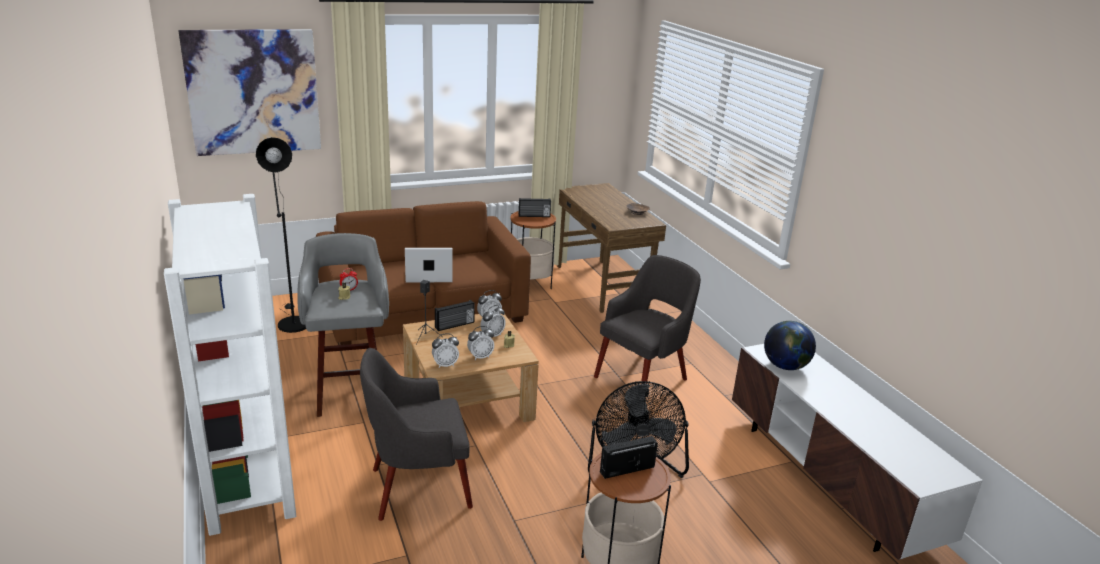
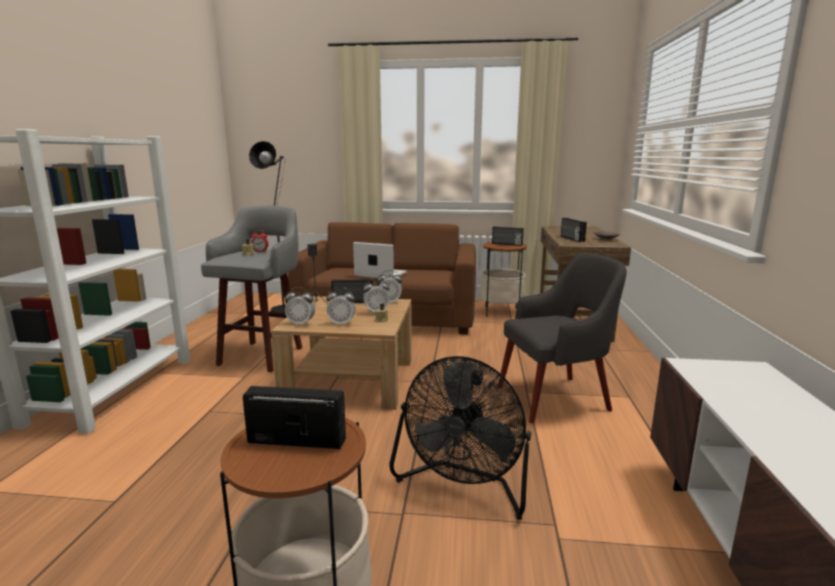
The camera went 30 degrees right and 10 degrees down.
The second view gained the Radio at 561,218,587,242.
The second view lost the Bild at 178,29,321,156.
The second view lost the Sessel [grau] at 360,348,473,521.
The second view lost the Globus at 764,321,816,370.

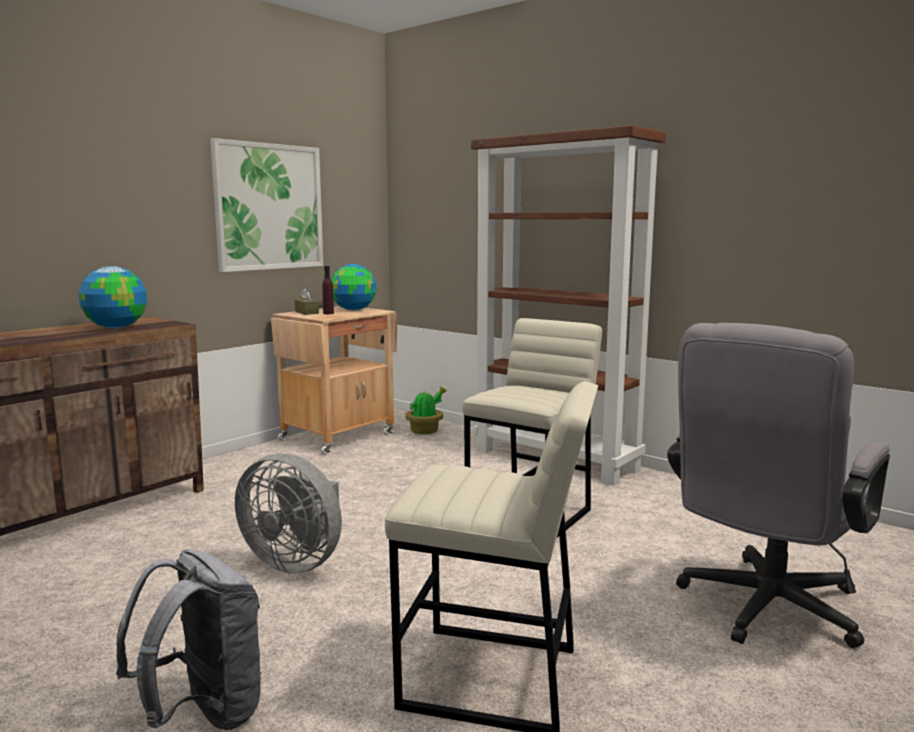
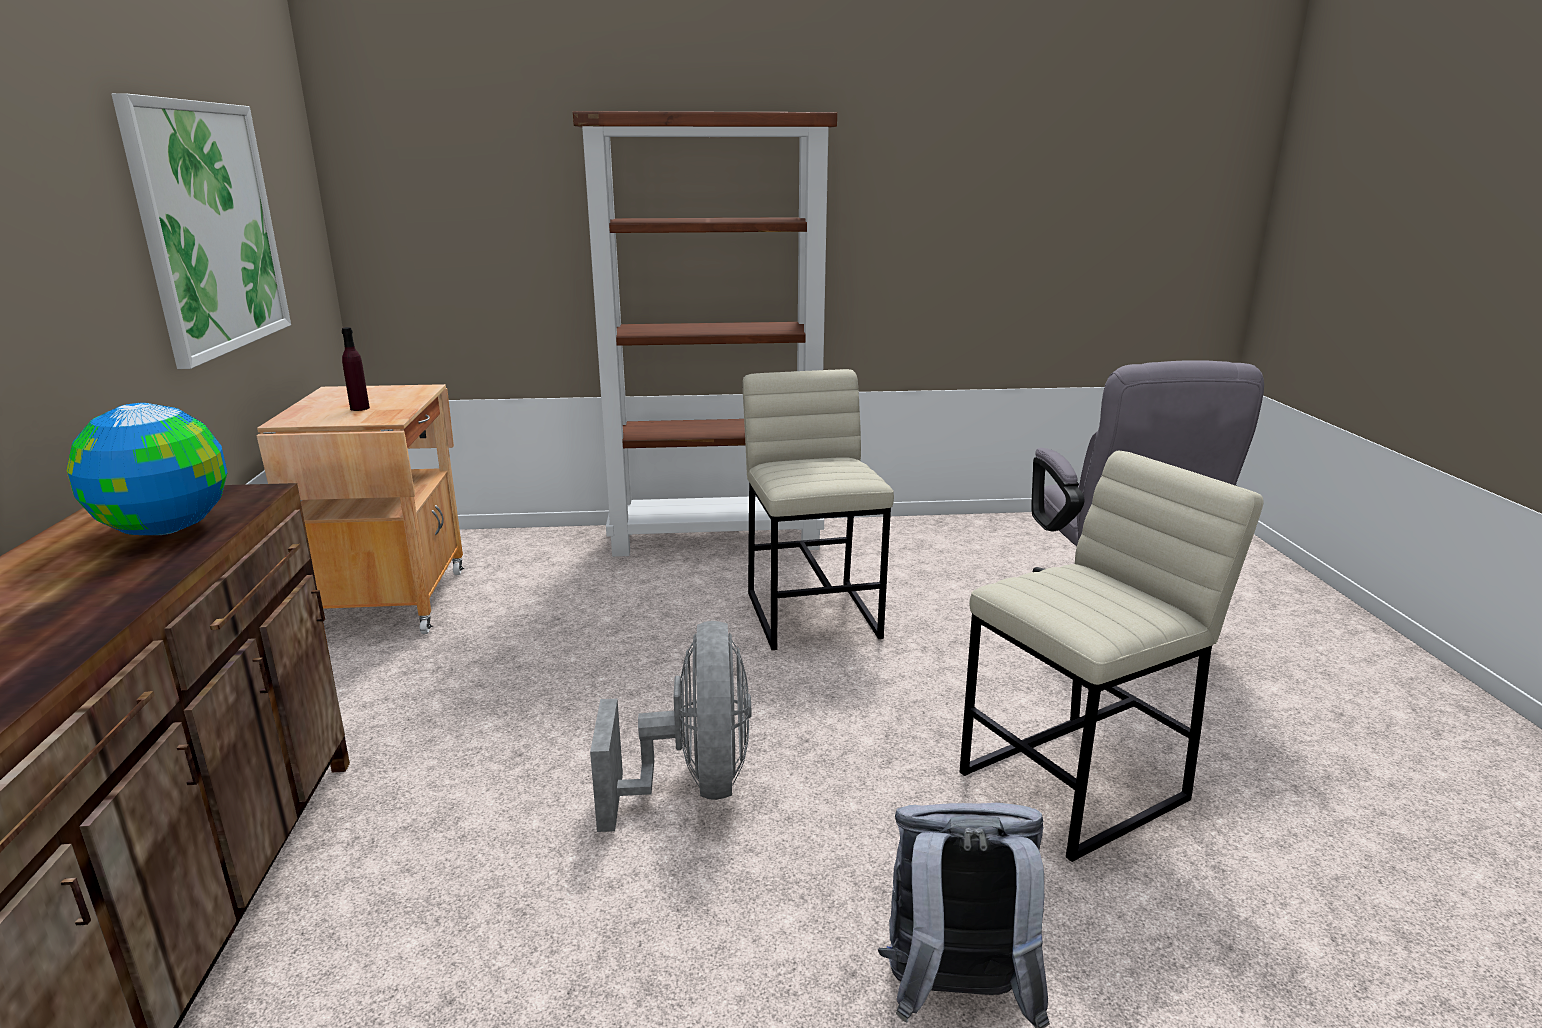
The camera went 45 degrees left and 10 degrees up.
The Ventilator [grau] at 235,453,342,574 ended up facing another way, 75 degrees counterclockwise from before.
The second view lost the Taschentuchbox [braun] at 295,288,319,315.
The second view lost the Globus at 331,264,377,311.
The second view lost the Topfpflanze at 405,387,446,434.

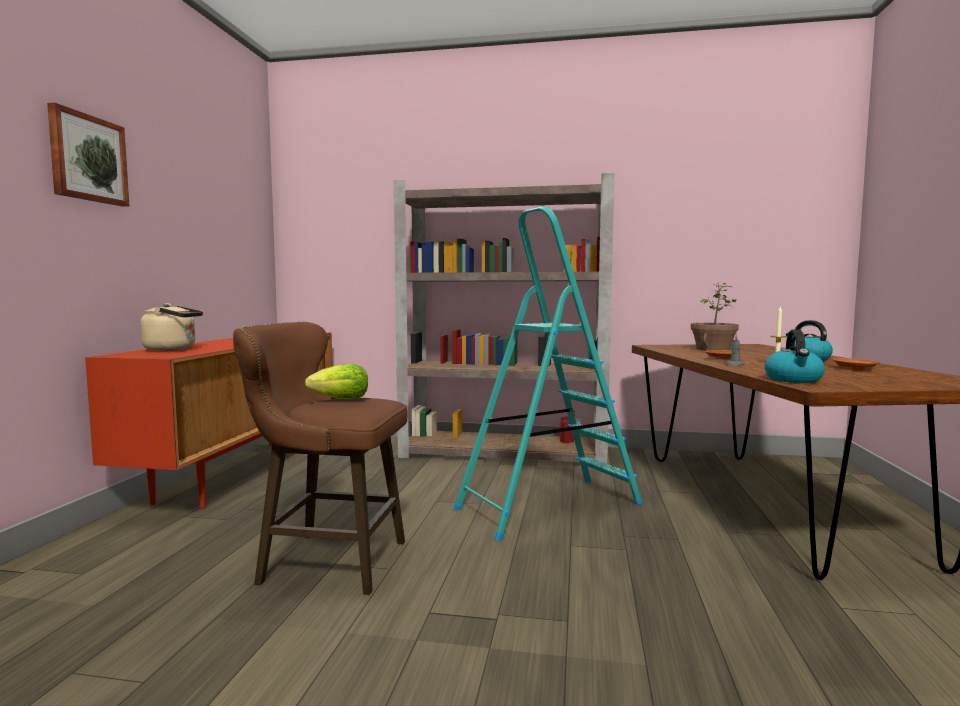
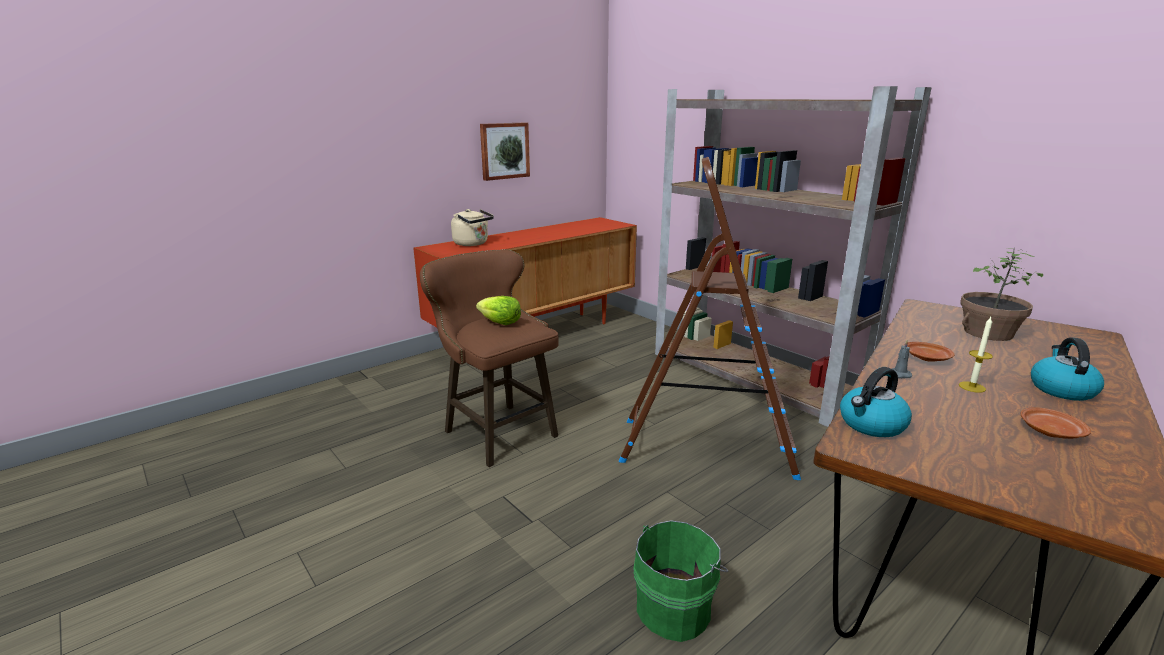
The camera went 40 degrees right and 15 degrees up.
The Bild ended up elsewhere, having gone from 47,103,129,207 to 480,122,530,181.
What was the Trittleiter [türkis] at 453,207,642,540 turned into the Trittleiter [braun] at 619,157,801,480.
The second view gained the Eimer [grün] at 633,520,728,642.

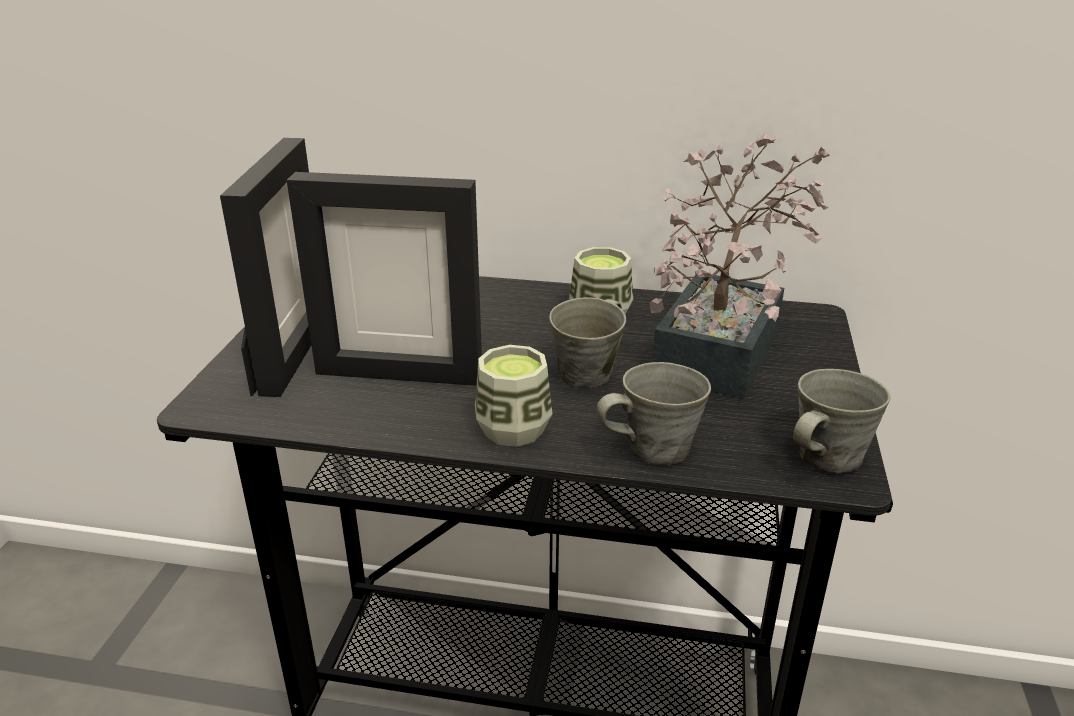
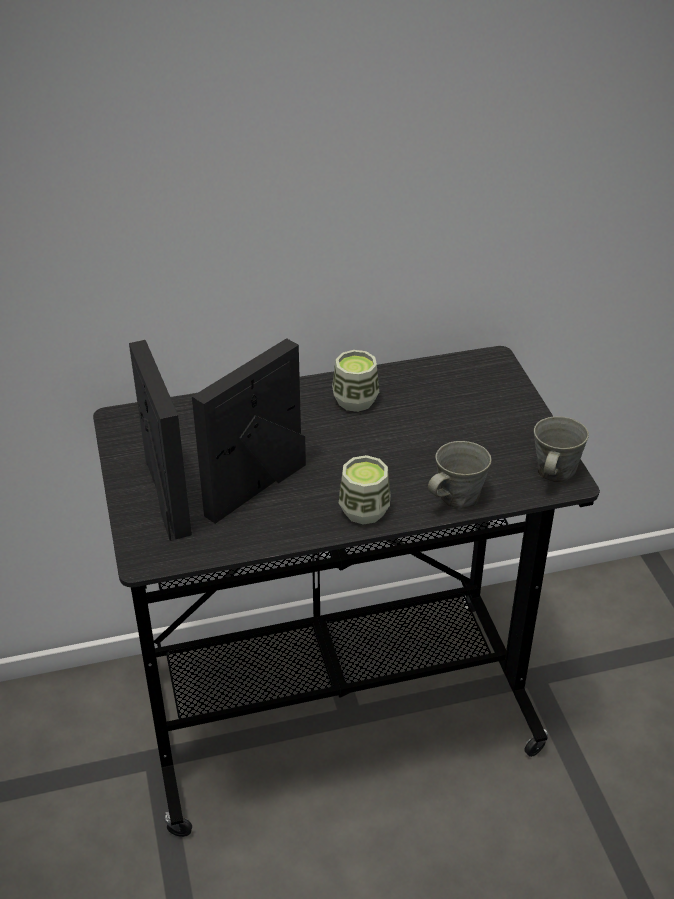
The camera went 25 degrees left and 10 degrees up.
The Bilderrahmen at 287,172,482,386 ended up facing another way, 150 degrees clockwise from before.
The second view lost the Henkelbecher [grau] at 549,297,626,389.
The second view lost the Topfpflanze at 649,134,830,399.

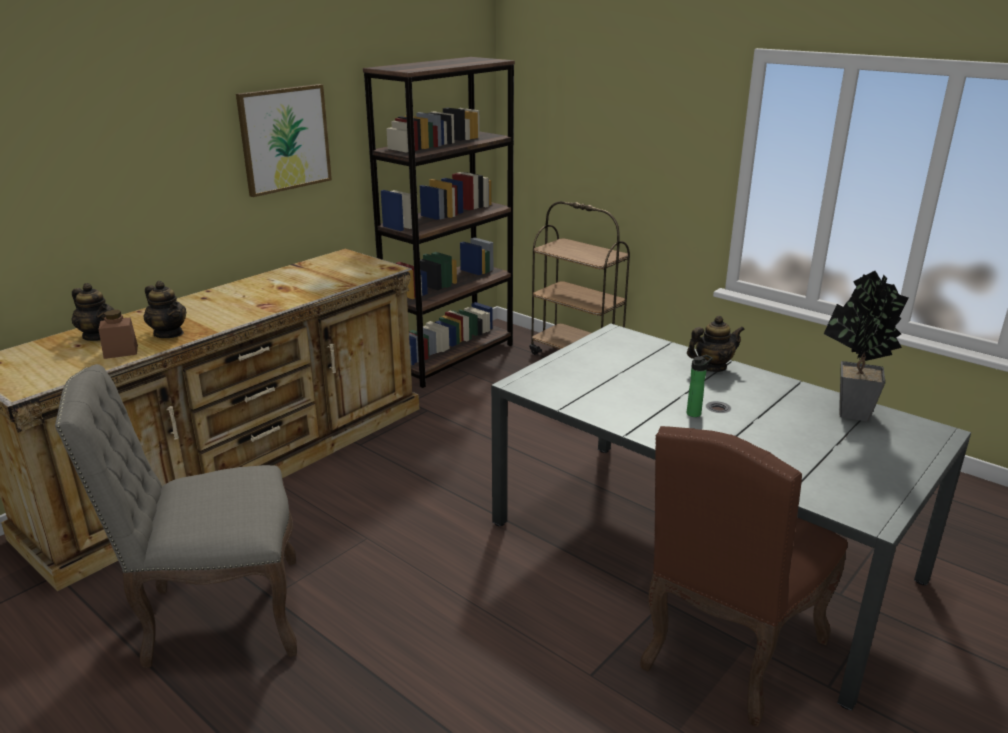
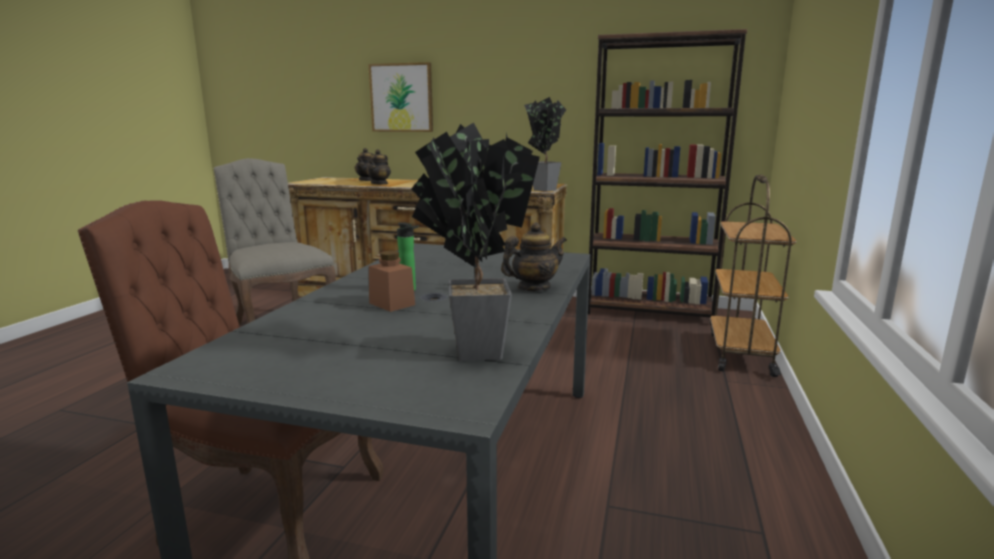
The camera went 65 degrees right and 10 degrees down.
The Bild ended up elsewhere, having gone from 236,84,332,197 to 368,62,433,132.
The Vorratsglas [braun] ended up elsewhere, having gone from 99,310,138,359 to 369,251,415,312.
The Teekanne at 687,316,745,372 ended up facing another way, 75 degrees counterclockwise from before.
The second view gained the Topfpflanze at 524,97,566,192.

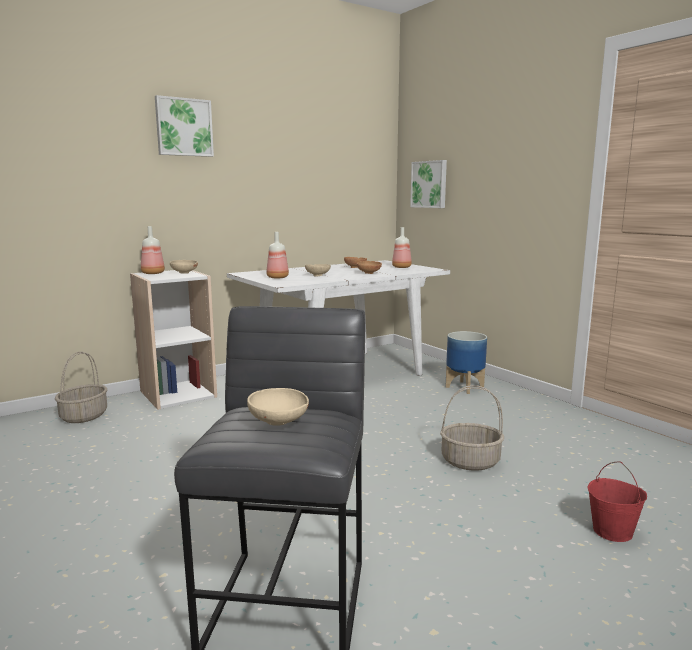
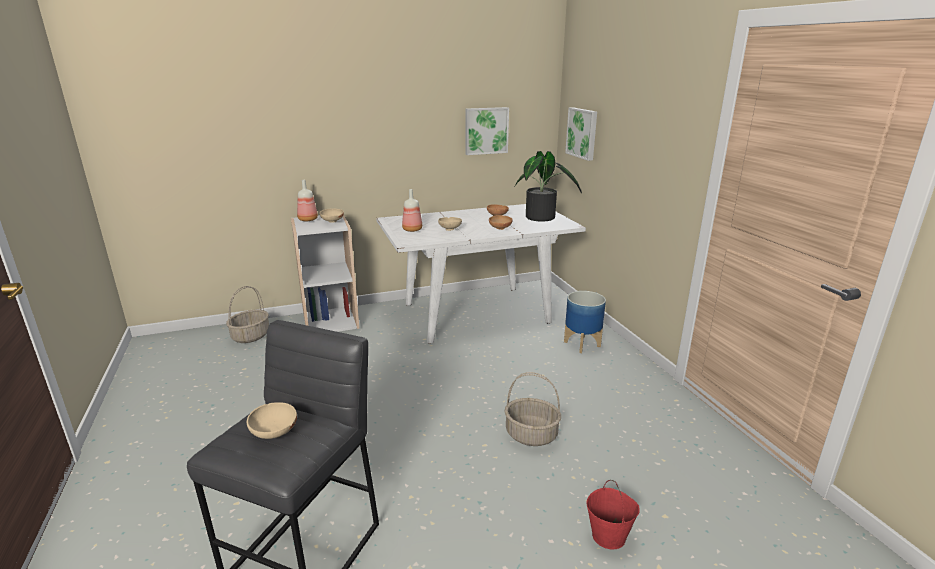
The camera went 15 degrees right and 10 degrees up.
The Bild ended up elsewhere, having gone from 155,95,214,157 to 465,107,509,155.
Where the Flasche stood at 392,227,412,268, the Topfpflanze came to stand at 514,151,582,222.

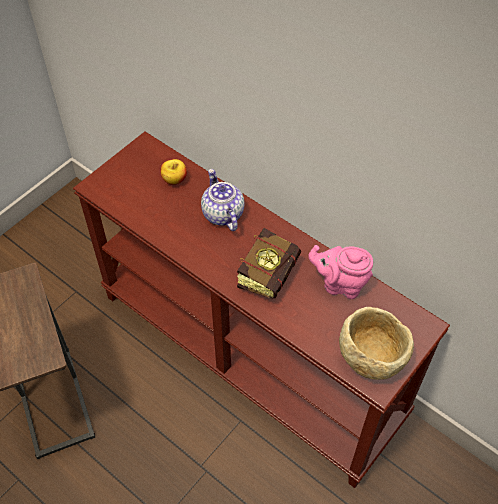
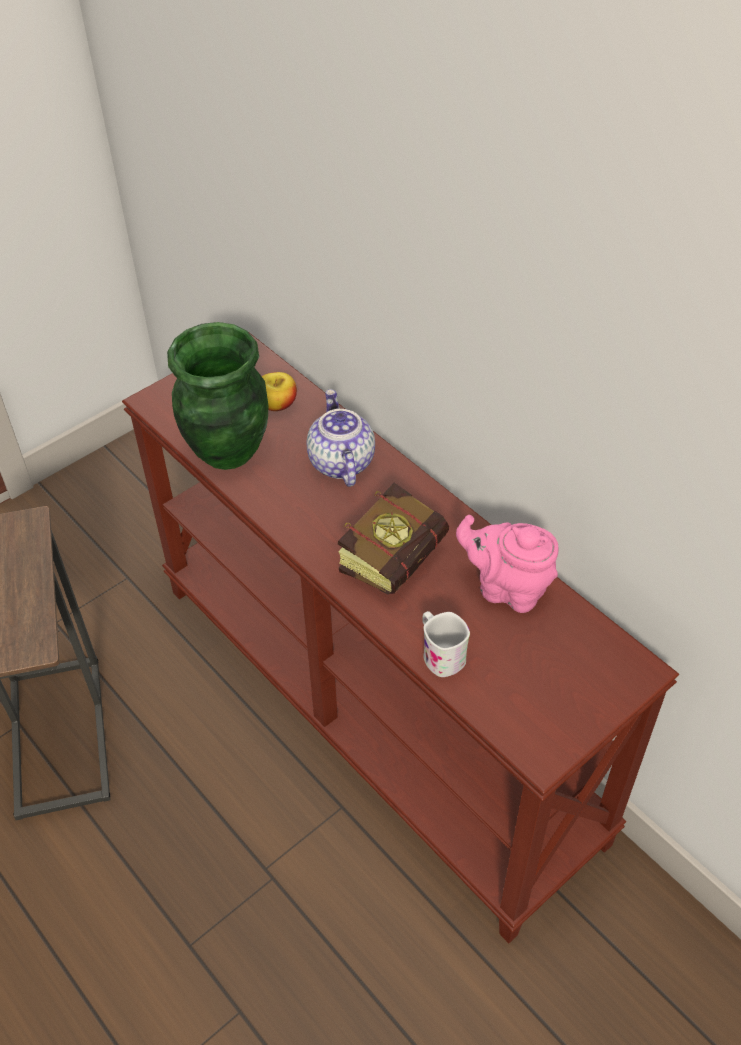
The camera went 10 degrees right and 5 degrees down.
The second view gained the Vase [grün] at 167,322,268,470.
The second view gained the Henkelbecher [weiß] at 423,611,470,677.
The second view lost the Schüssel [beige] at 339,307,414,380.

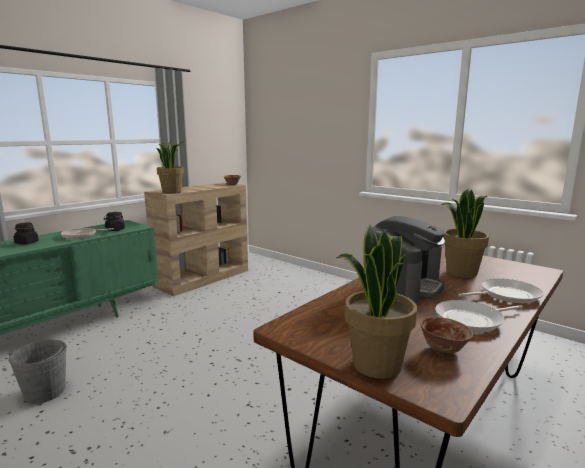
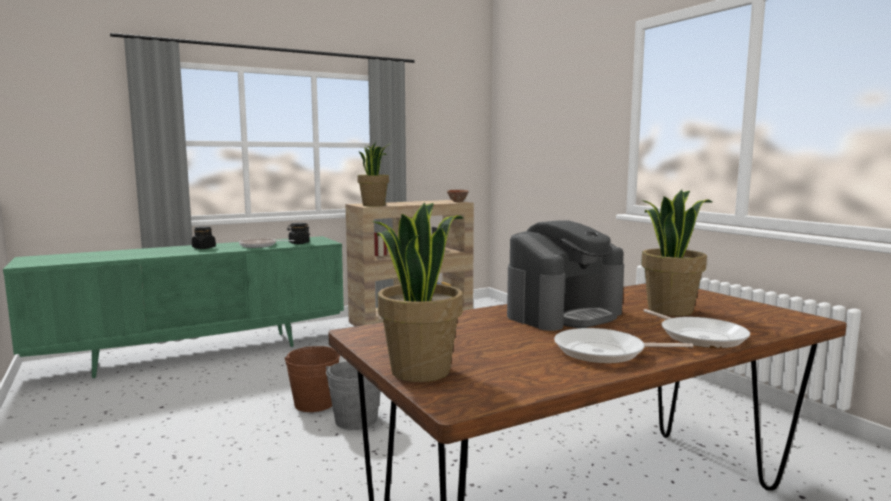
The camera went 20 degrees right and 5 degrees down.
The second view gained the Eimer [braun] at 284,346,340,412.
The Eimer [grau] ended up elsewhere, having gone from 9,340,67,404 to 326,361,381,430.
The Pfanne at 458,278,543,304 ended up facing another way, 60 degrees clockwise from before.
The second view lost the Schüssel at 421,317,473,355.

